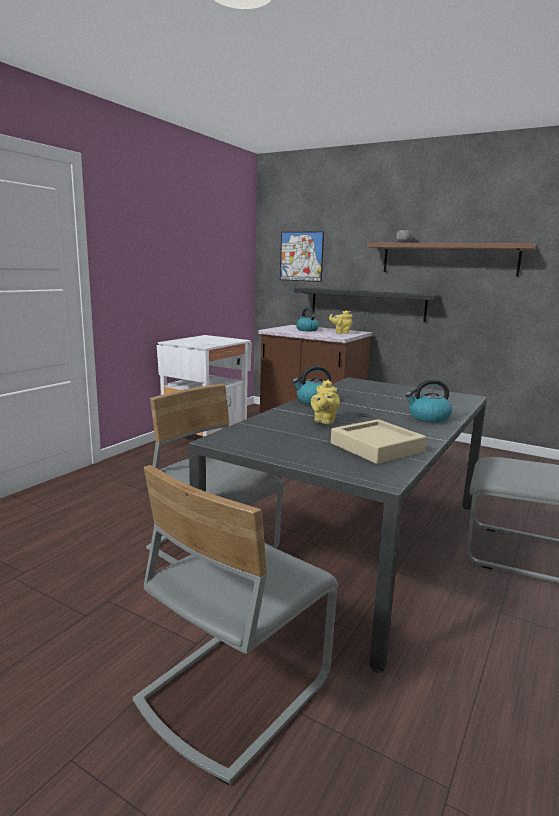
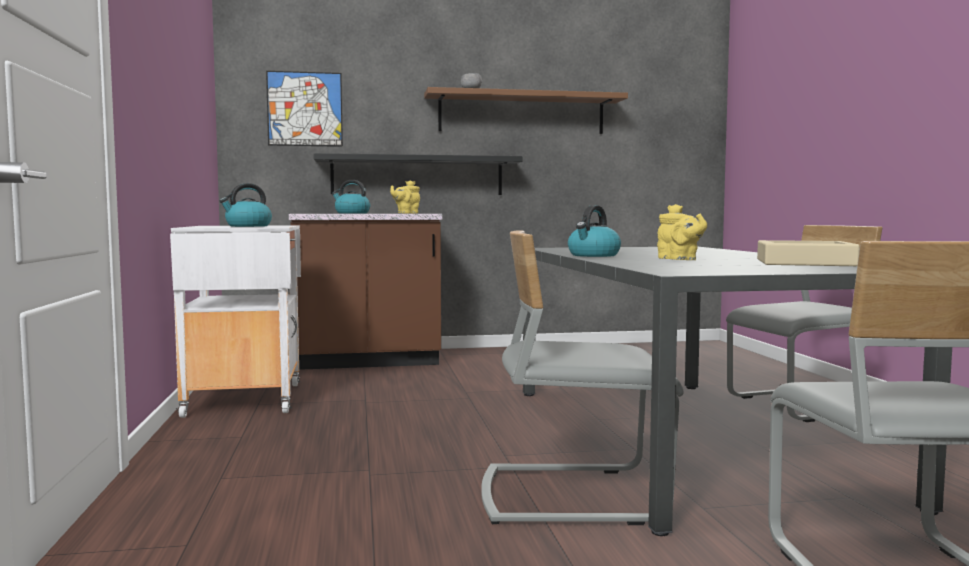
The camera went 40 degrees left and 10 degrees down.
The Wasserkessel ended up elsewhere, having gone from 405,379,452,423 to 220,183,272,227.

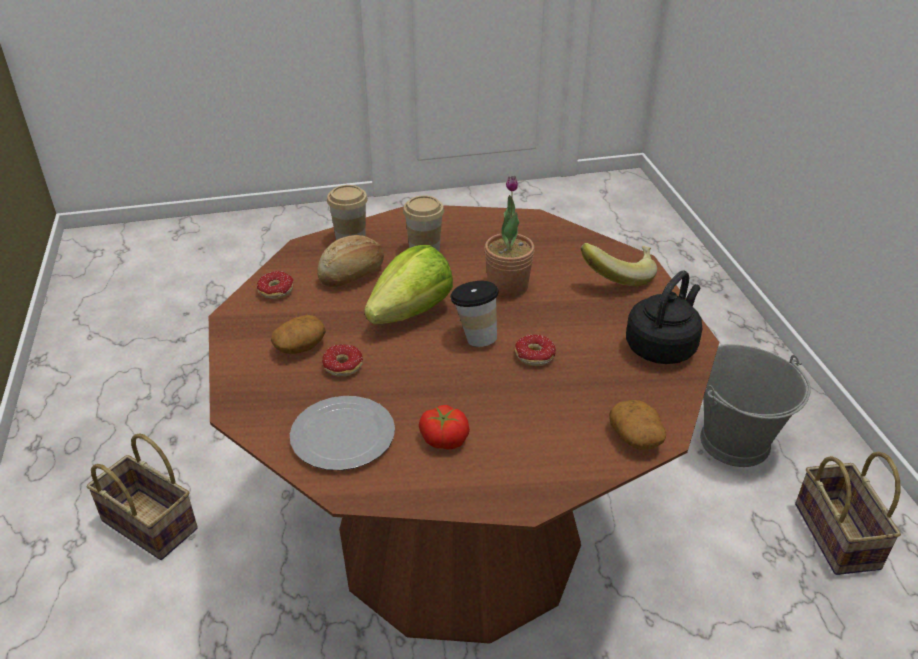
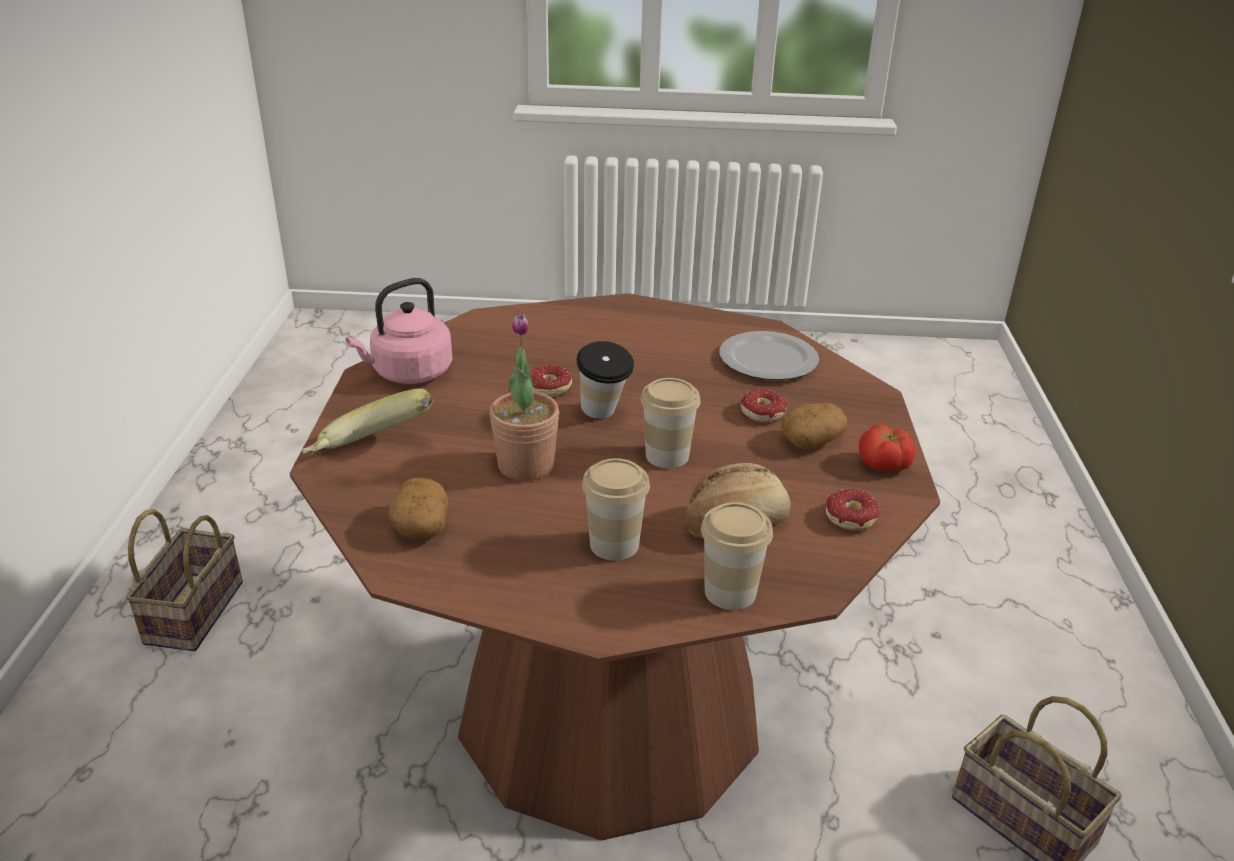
The camera went 165 degrees left and 5 degrees down.
What was the Wasserkessel [schwarz] at 626,270,702,364 turned into the Wasserkessel [rosa] at 346,278,453,384.
The Kartoffel ended up elsewhere, having gone from 609,400,666,450 to 389,478,448,538.
Where the Salatkopf stood at 364,245,453,324, the Tasse came to stand at 641,378,700,468.
The Tomate ended up elsewhere, having gone from 419,405,470,450 to 859,424,916,471.
The second view lost the Eimer [grau] at 700,344,811,467.

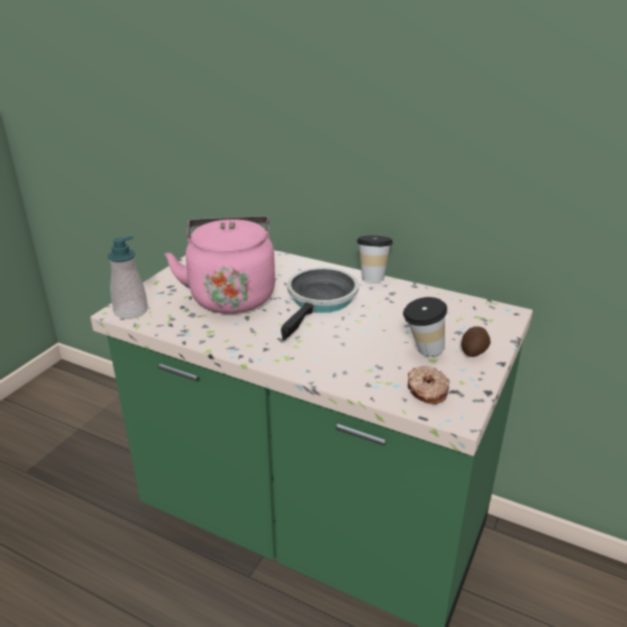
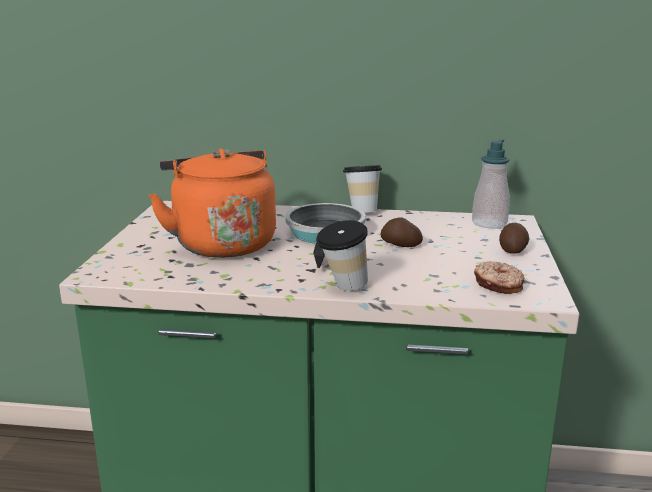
The camera went 20 degrees left and 10 degrees down.
What was the Wasserkessel [rosa] at 165,216,275,314 turned into the Wasserkessel [orange] at 149,149,276,258.
The Tasse ended up elsewhere, having gone from 403,297,447,356 to 316,220,368,291.
The second view gained the Kartoffel at 381,217,423,247.
The Seifenspender ended up elsewhere, having gone from 108,236,148,319 to 472,139,510,228.

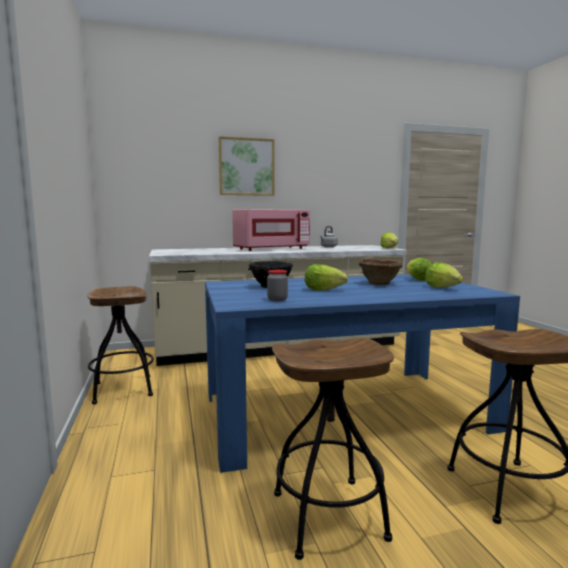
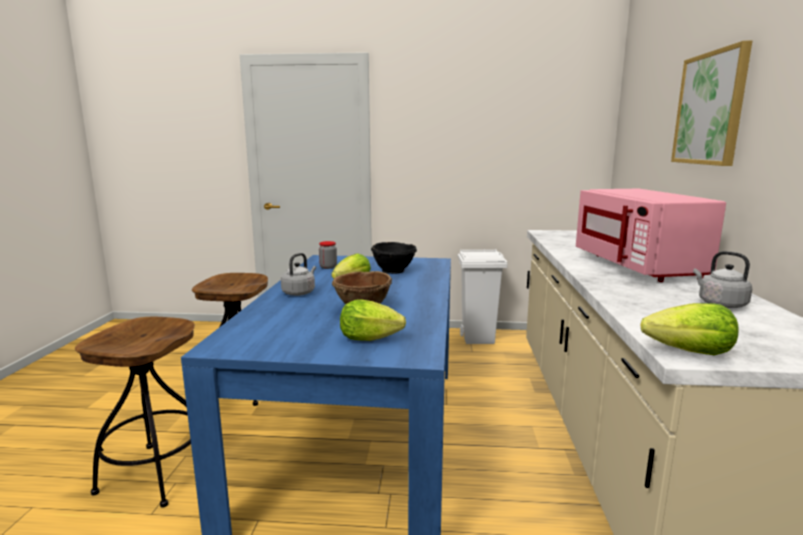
The camera went 110 degrees right and 5 degrees up.
The second view gained the Wasserkessel [grau] at 281,253,316,296.
Where the Hocker [braun] stood at 87,286,154,404, the Mülleimer [weiß] came to stand at 458,249,508,344.
The second view lost the Salatkopf at 425,262,463,288.

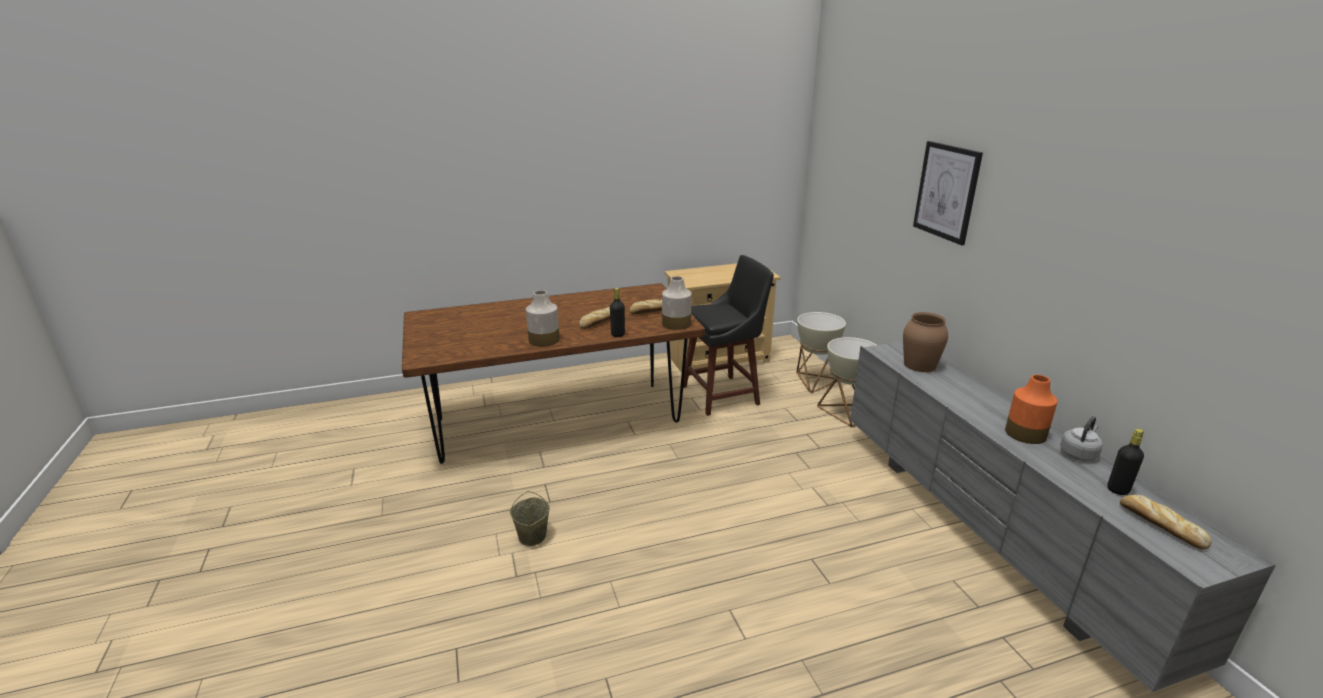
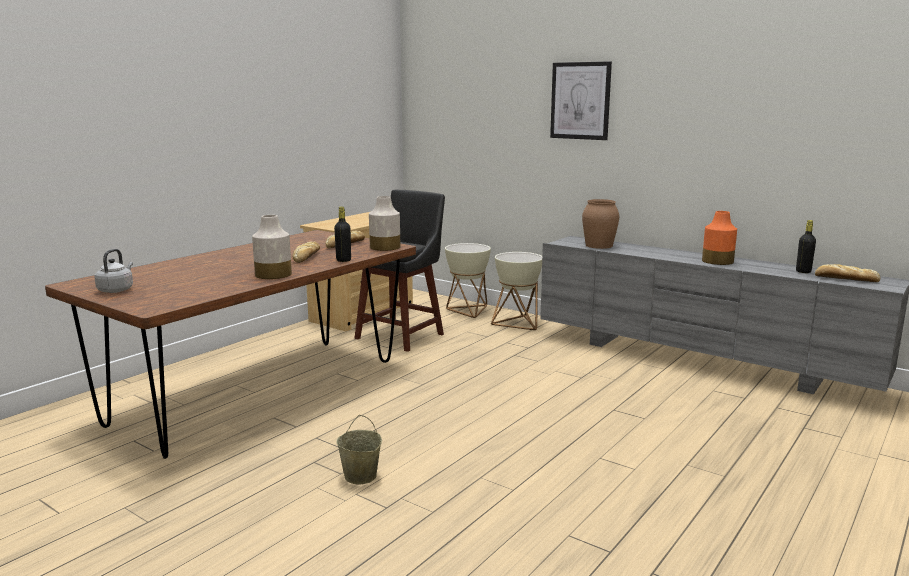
The camera went 35 degrees left and 10 degrees down.
The Wasserkessel [grau] ended up elsewhere, having gone from 1060,416,1103,461 to 95,249,133,293.

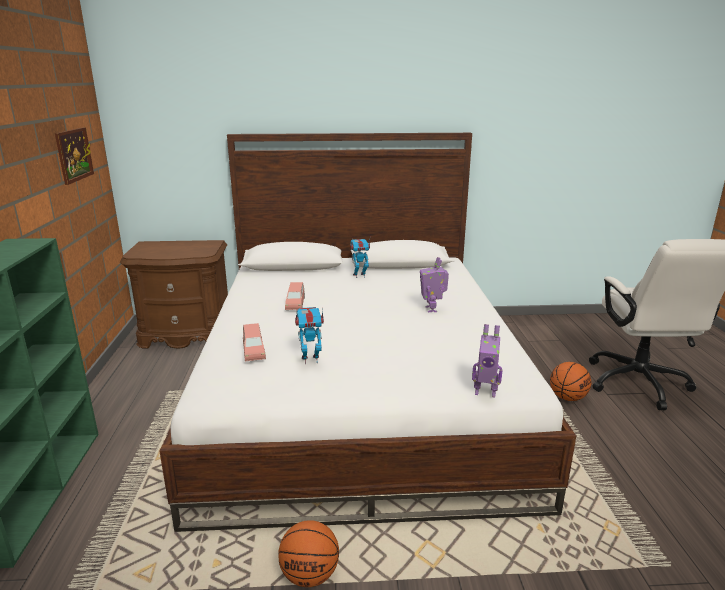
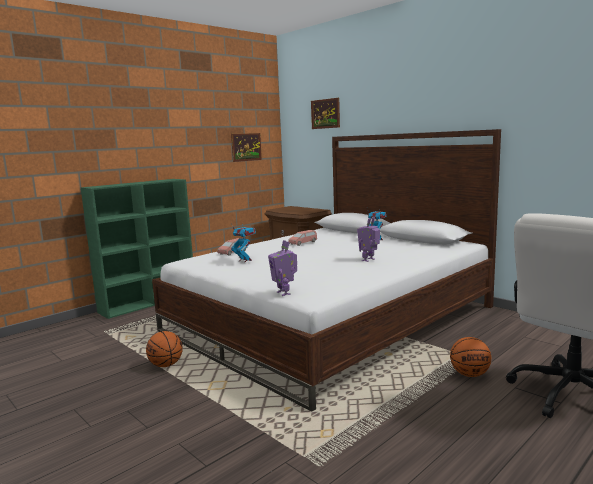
The camera went 50 degrees right and 10 degrees down.
The second view gained the Bild at 311,98,340,129.

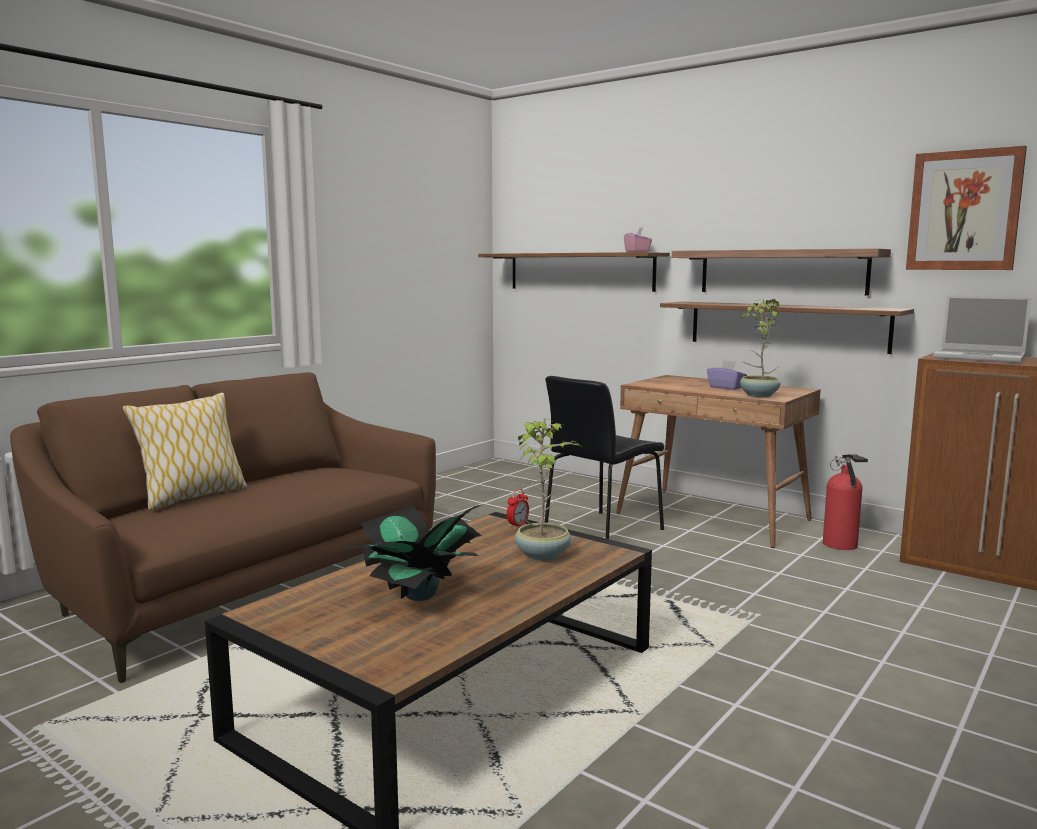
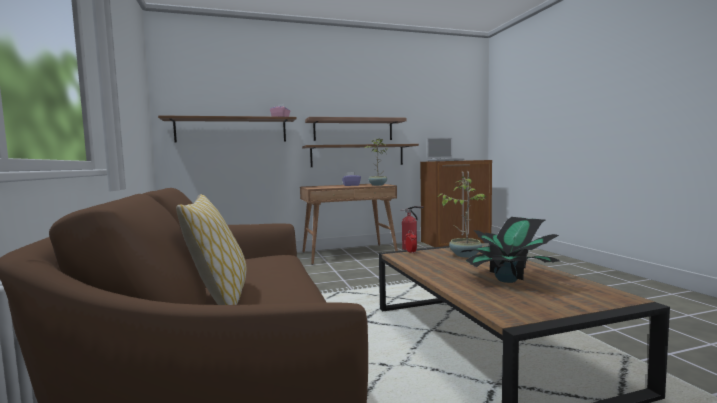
The camera went 55 degrees left and 5 degrees down.
The second view lost the Stuhl [schwarz] at 544,376,664,539.
The second view lost the Bild at 906,146,1027,270.

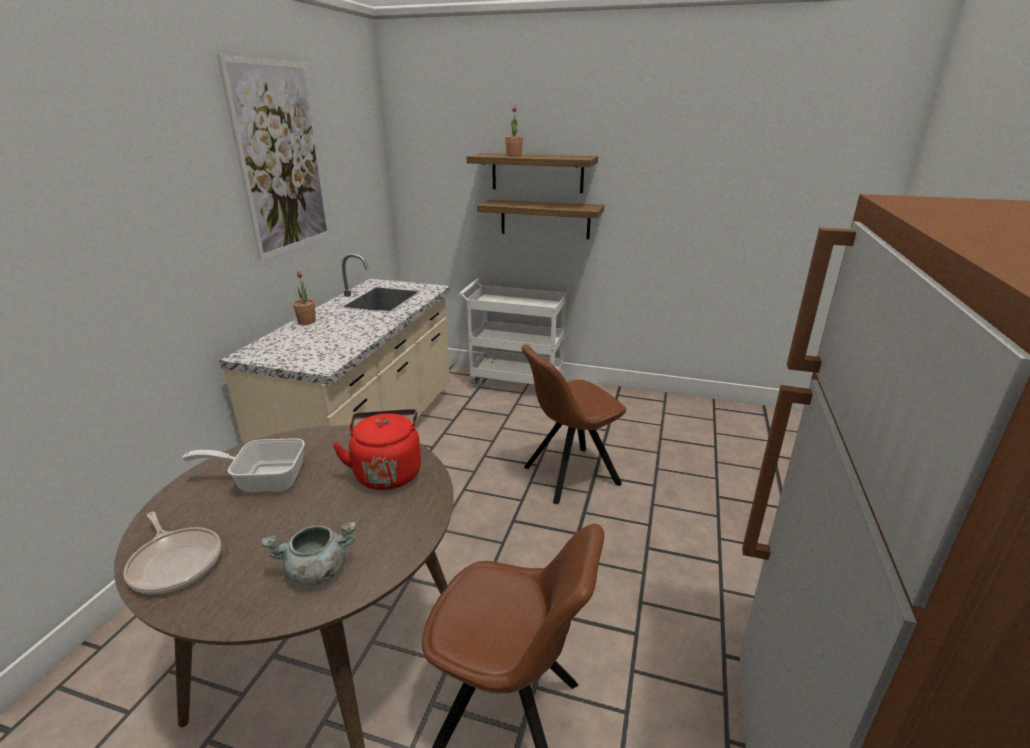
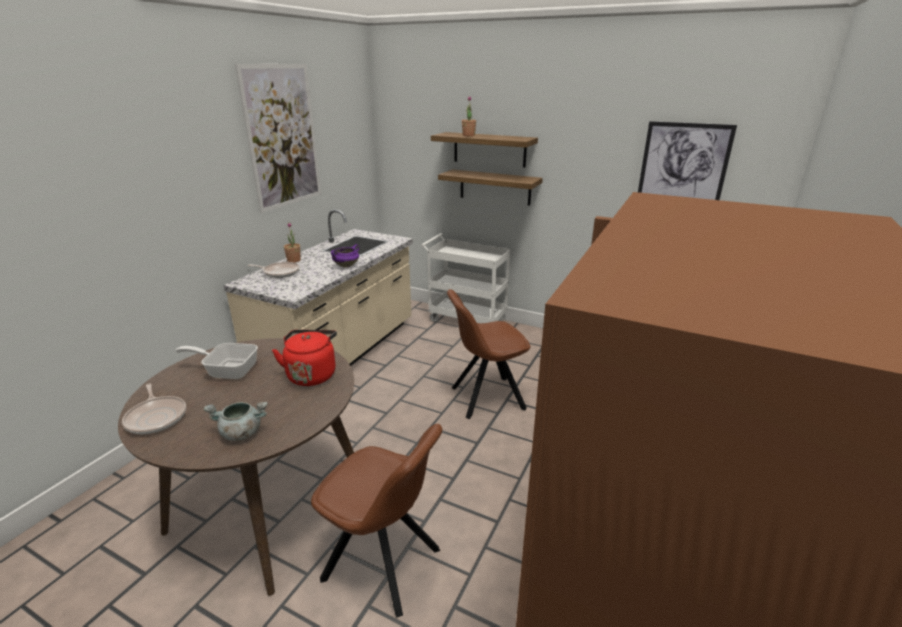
The camera went 10 degrees right and 0 degrees up.
The second view gained the Pfanne at 248,262,300,278.
The second view gained the Kochtopf [lila] at 331,244,359,268.
The second view gained the Bild at 638,121,737,200.

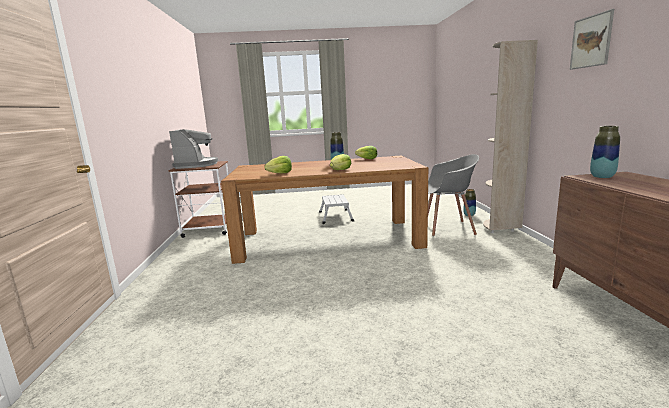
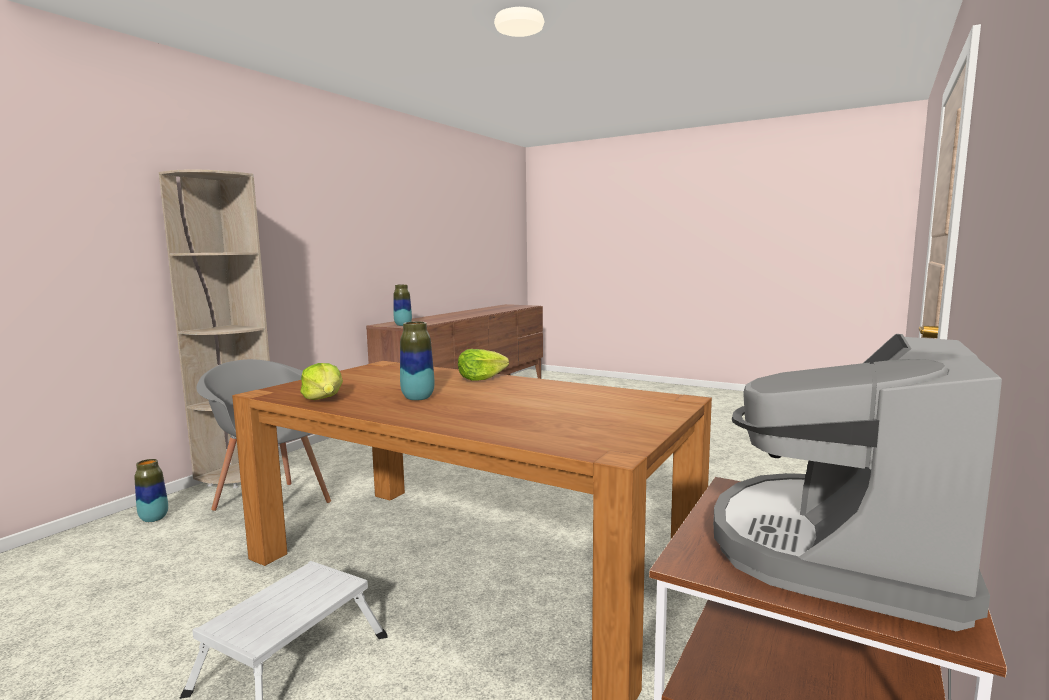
The camera went 145 degrees left and 5 degrees down.
The second view lost the Salatkopf at 264,156,292,173.
The second view lost the Bild at 570,9,614,70.

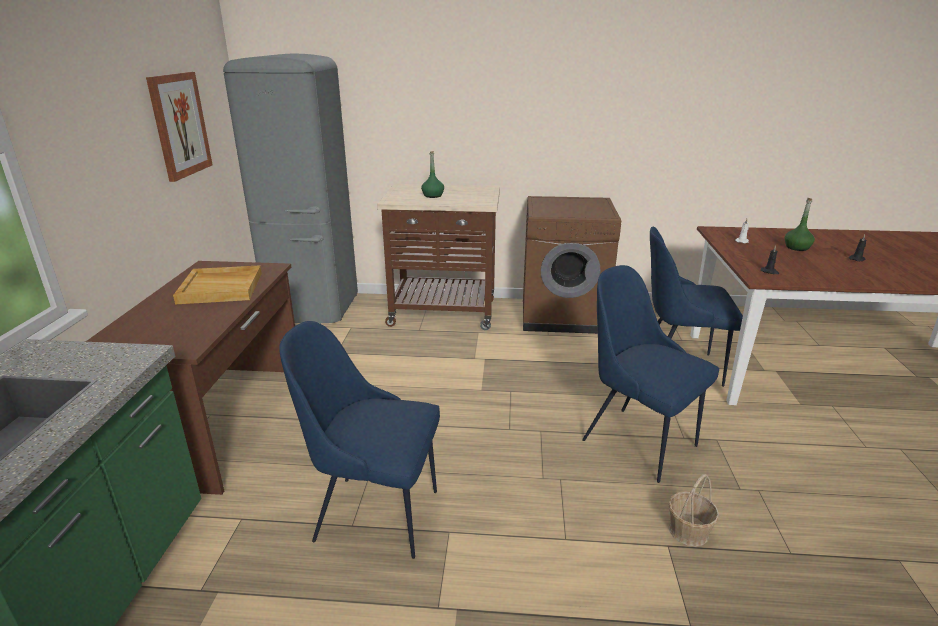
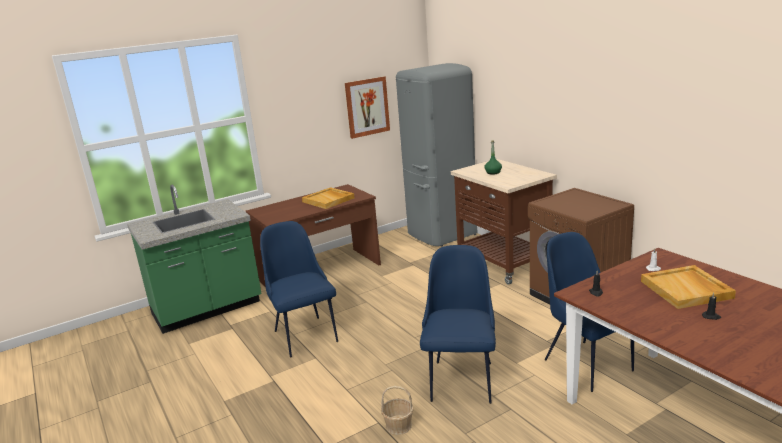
The camera went 55 degrees right and 5 degrees down.
Where the Flasche [grün] stood at 785,198,815,251, the Tablett [beige] came to stand at 641,265,736,309.

